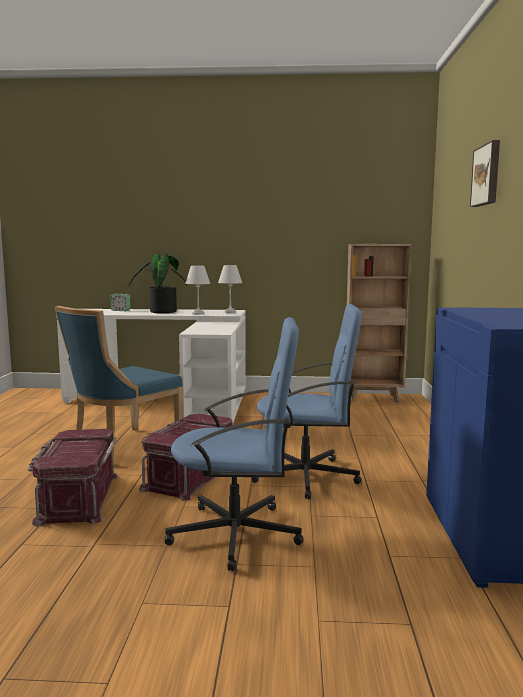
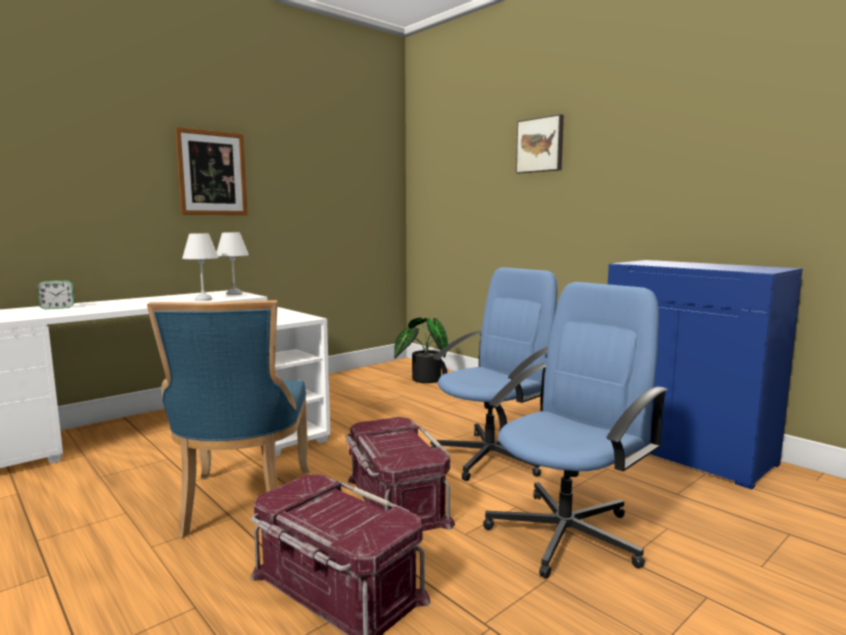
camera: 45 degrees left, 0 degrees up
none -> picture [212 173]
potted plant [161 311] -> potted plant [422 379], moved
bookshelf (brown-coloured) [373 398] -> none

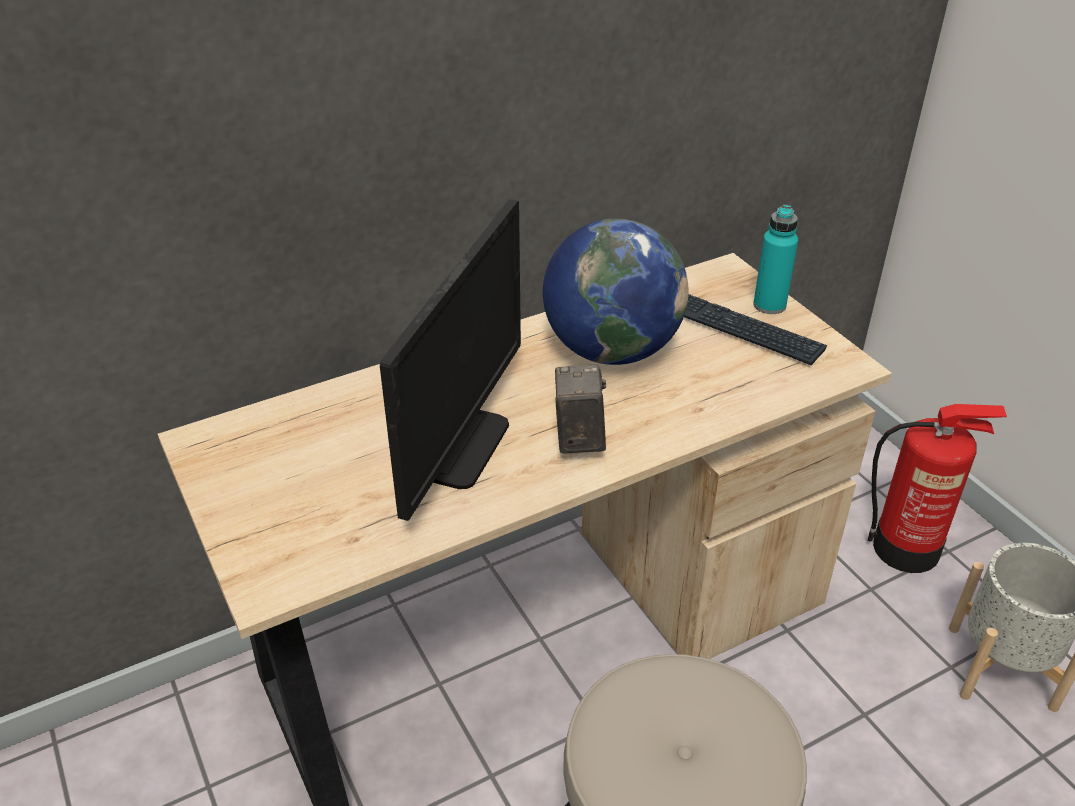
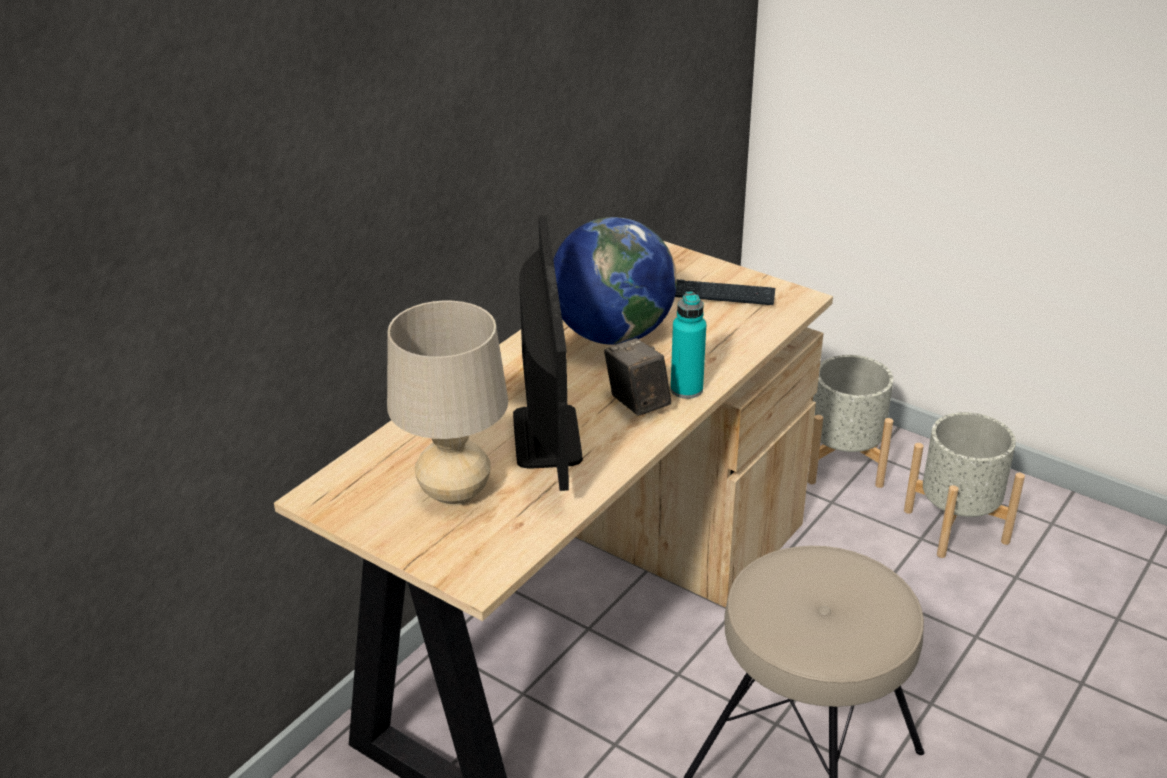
camera: 25 degrees left, 5 degrees down
none -> lamp for a table (beige-coloured) [455 493]
beverage bottle (blue-green) [769 305] -> beverage bottle (blue-green) [686 389], moved
extinguisher [907 548] -> plant pot (grey) [842 463]

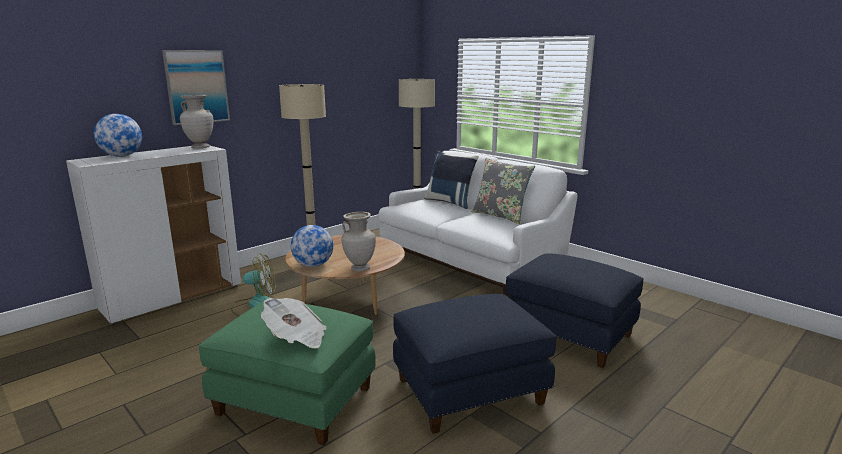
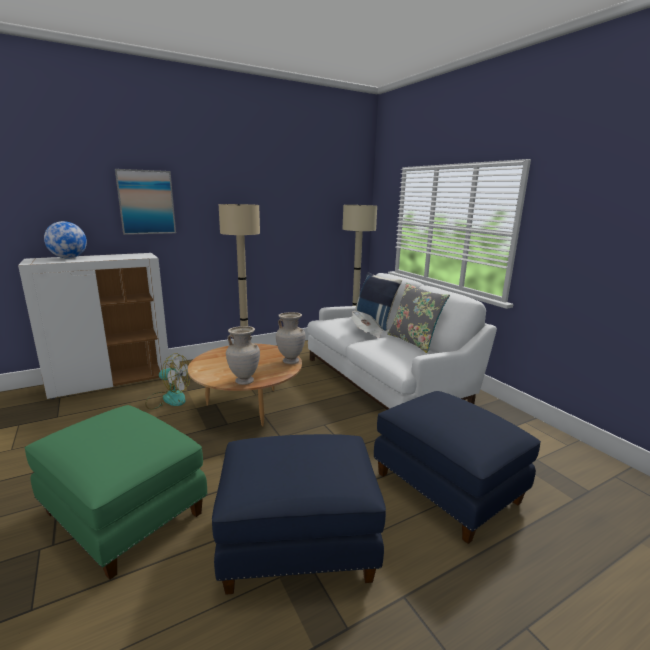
camera: 15 degrees right, 0 degrees up
flower vase (beige-coloured) [200 147] -> flower vase (beige-coloured) [291 361], moved
printed paper [296 337] -> printed paper [367 332], moved
globe [313 265] -> none

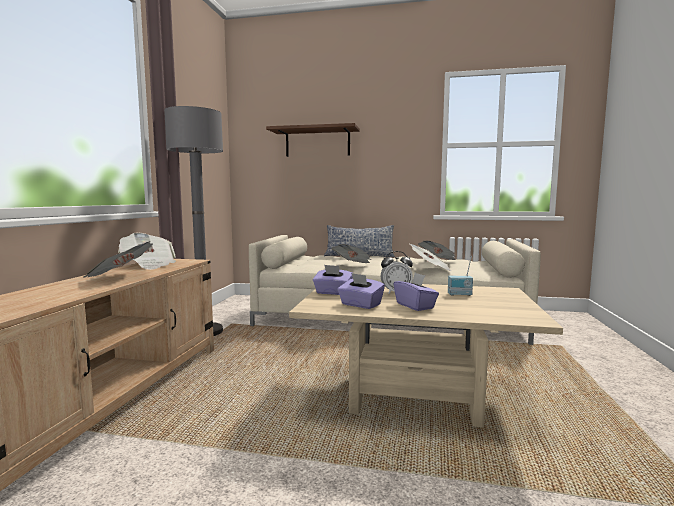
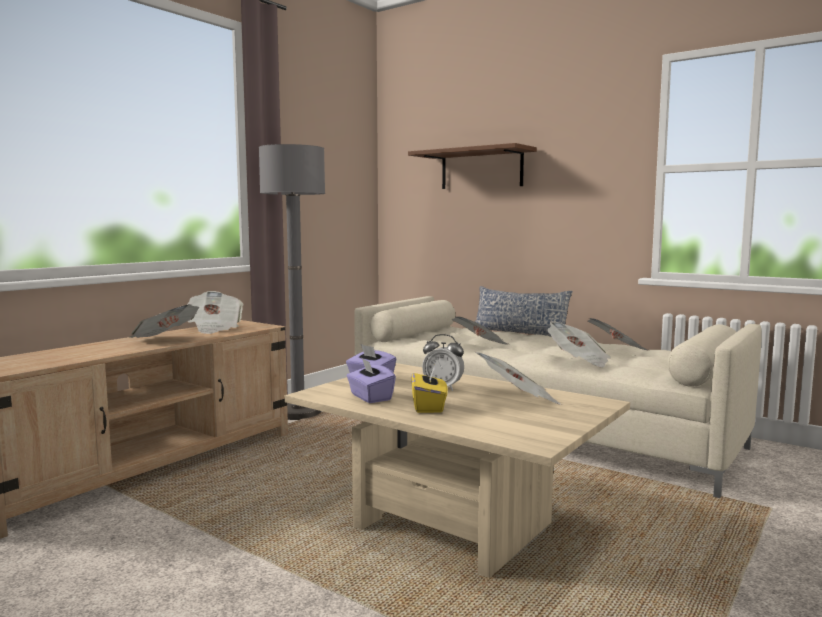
camera: 25 degrees right, 0 degrees up
tissue holder (purple) [415 306] -> tissue holder (yellow-coloured) [429 407]
radio receiver [460 294] -> printed paper [518 400]

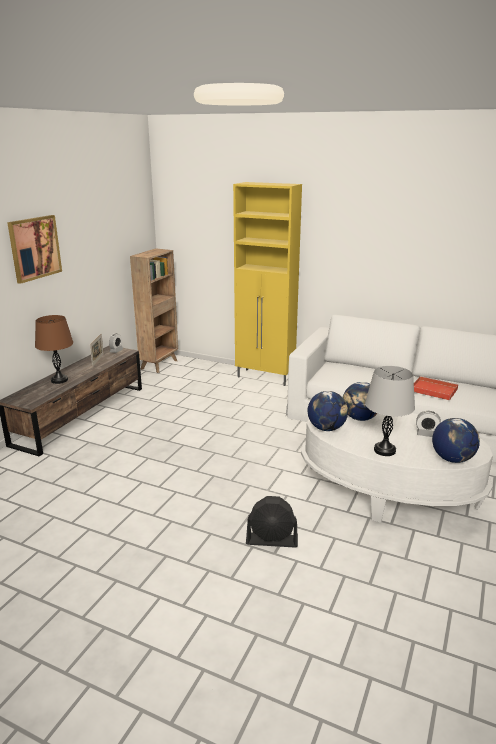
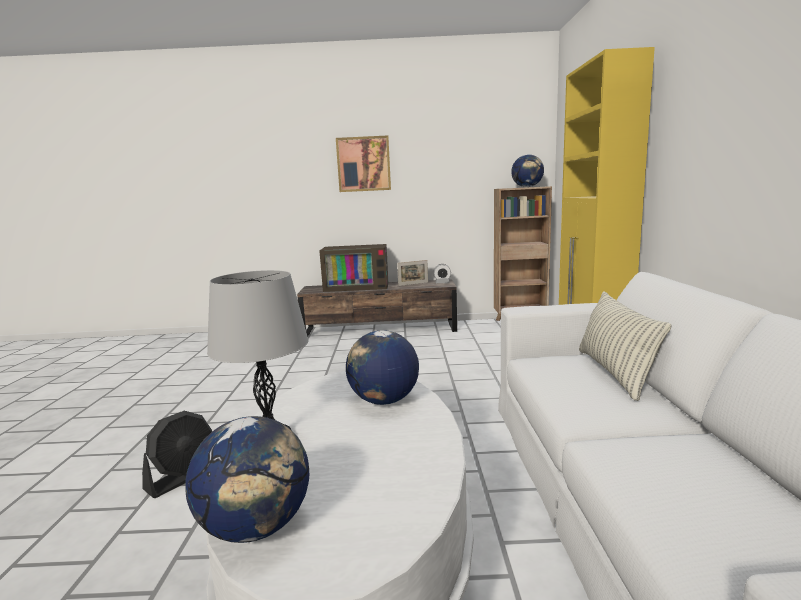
camera: 65 degrees right, 10 degrees down
fan (blackish) [272 540] -> fan (blackish) [184 477], 120 degrees counterclockwise
lamp for a table (brown-coloured) [59 380] -> television [357 286]
globe [326 428] -> globe [527 187], moved
none -> throw pillow [614 372]
tray (reddish) [433 390] -> none
bedside clock [426 434] -> none

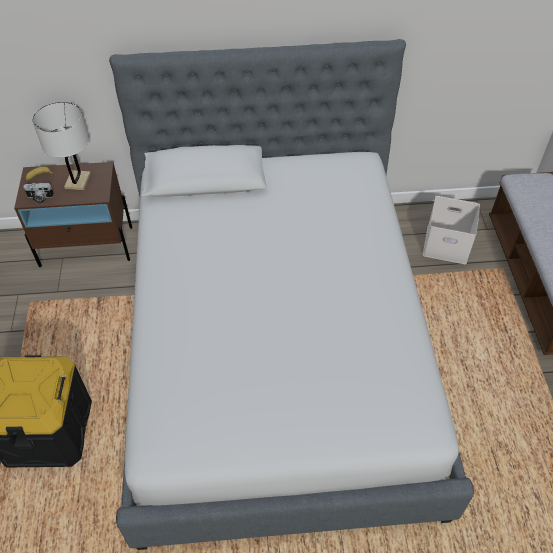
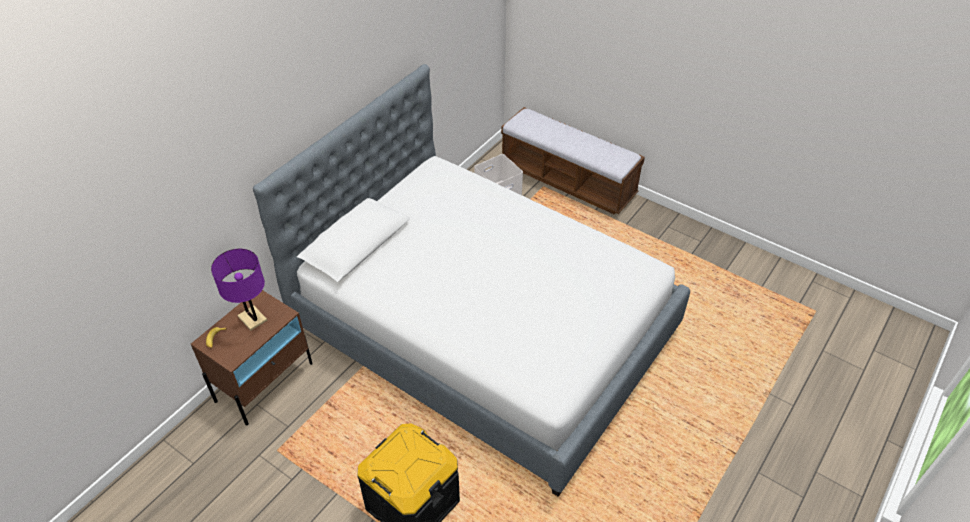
camera: 50 degrees left, 5 degrees down
lamp for a table (white) [77 181] -> lamp for a table (purple) [252 318]
still camera [40 198] -> none

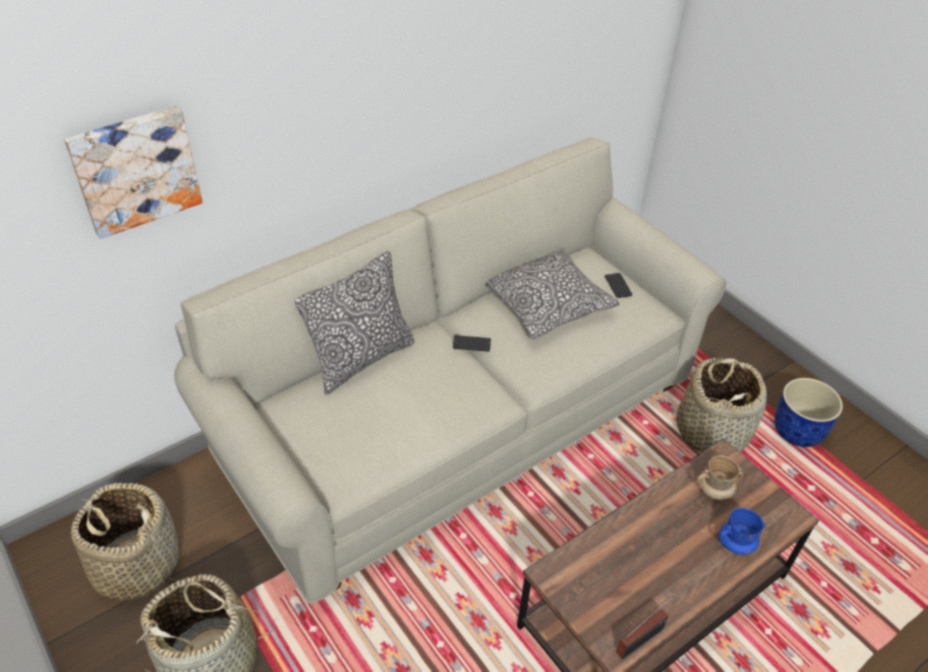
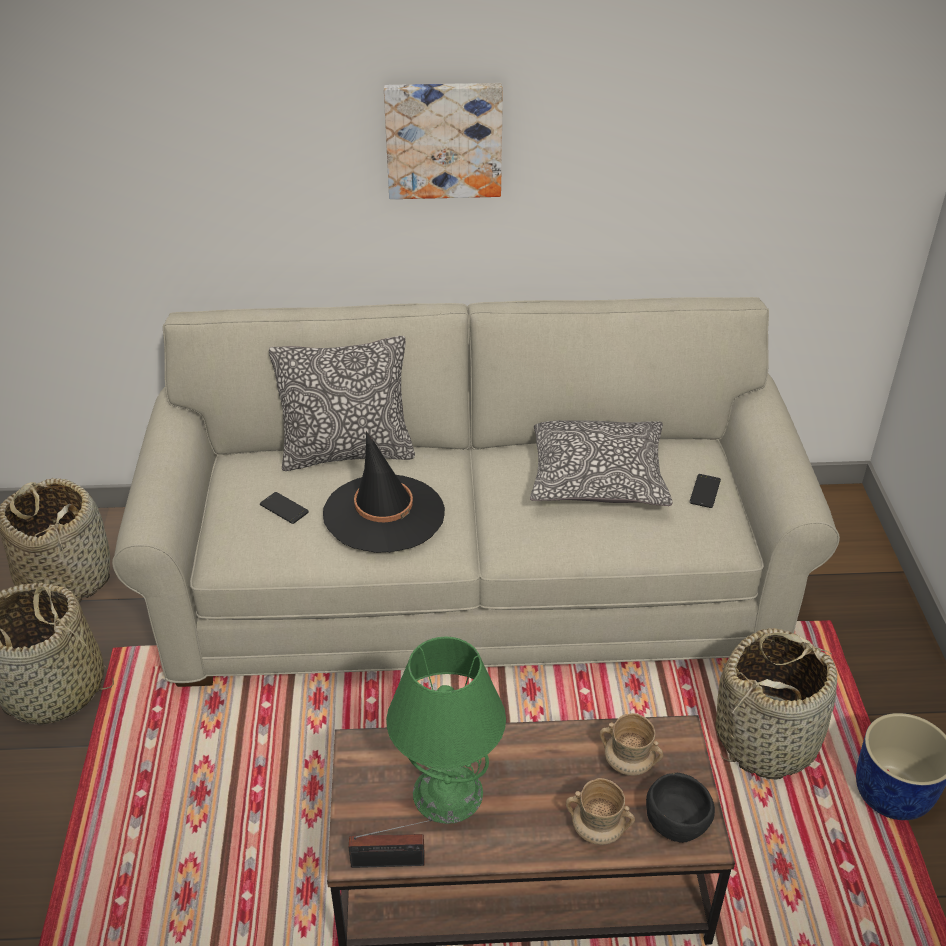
camera: 35 degrees right, 5 degrees down
phone [471 344] -> phone [284 508], moved
none -> wearable hat (blackish) [384 513]
picture [135 169] -> picture [443 139], moved
none -> lamp for a table (green-coloured) [447 793]
mug (bluish) [735 544] -> mug (beige-coloured) [597 830]
none -> serving bowl (blackish) [677 818]

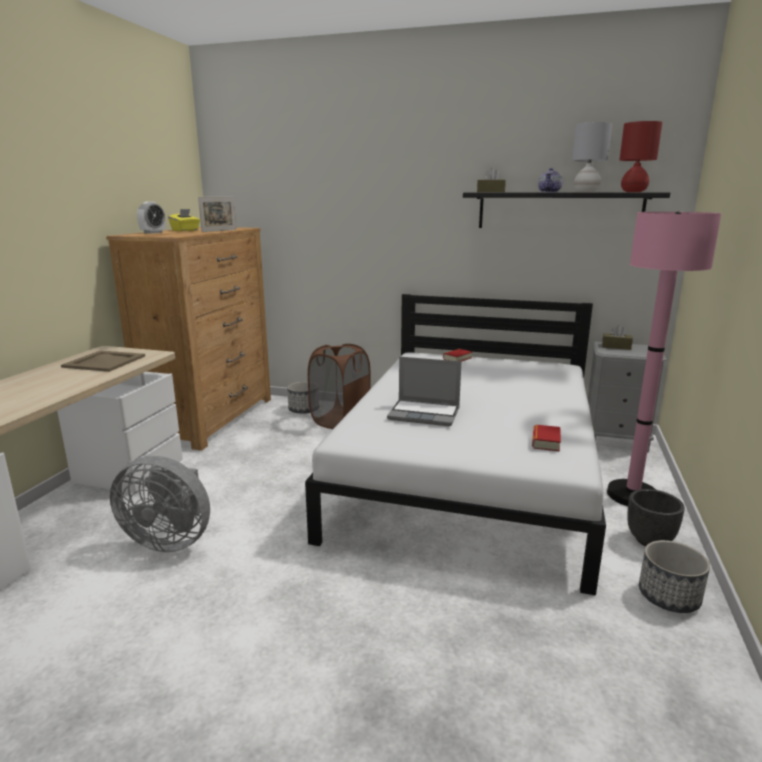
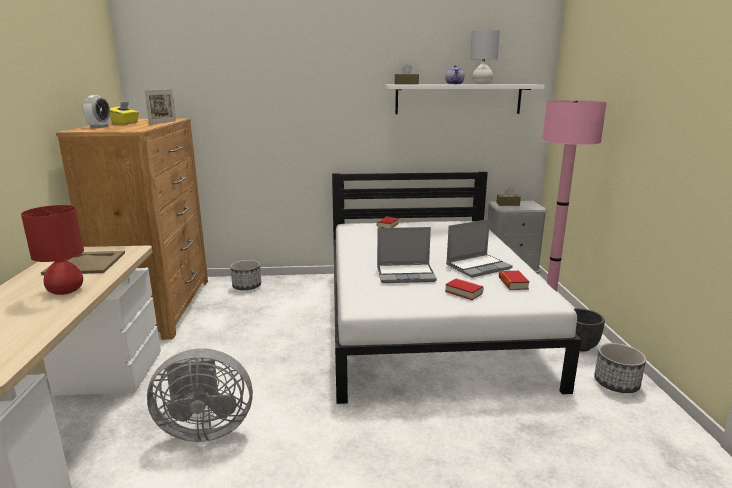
camera: 20 degrees left, 0 degrees up
lamp for a table (reddish) [633 192] -> lamp for a table (reddish) [65 291], moved
wall shelf (blackish) [559 211] -> wall shelf (white) [458 99]
none -> volume [464 292]
none -> notebook computer [478 266]
laundry basket (brown-coloured) [340 420] -> none

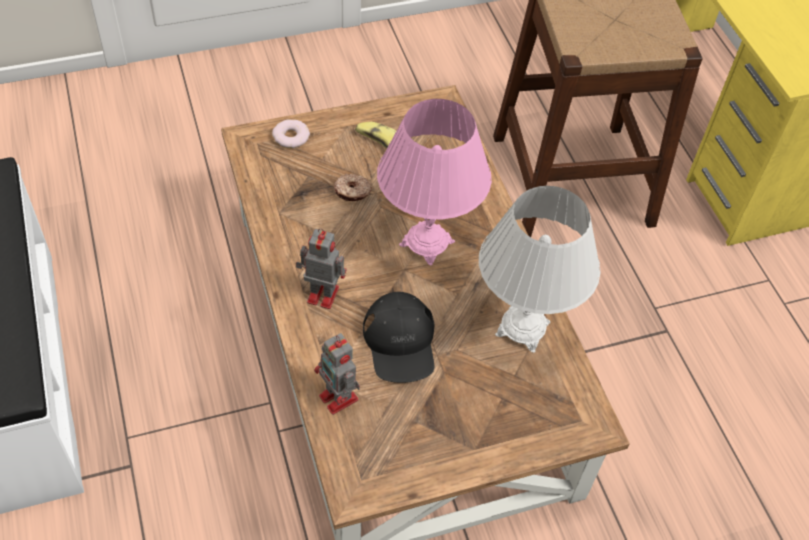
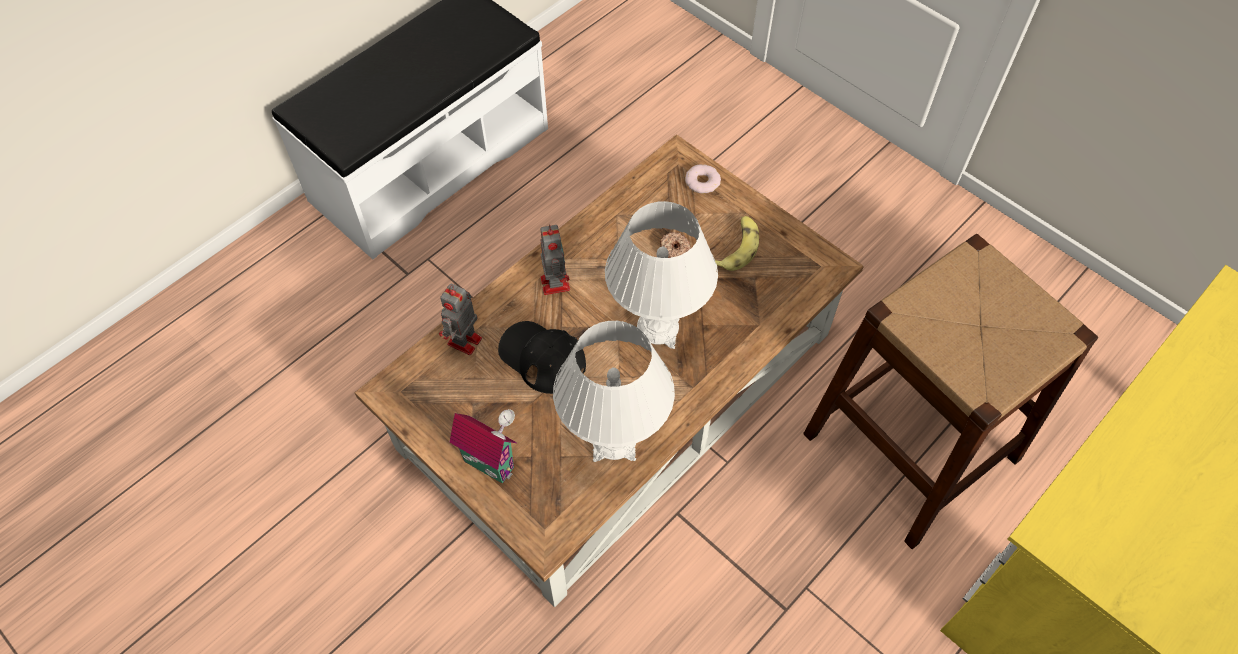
camera: 65 degrees right, 5 degrees up
none -> model house [491 462]
peaked cap (blackish) [400 342] -> peaked cap (blackish) [542 358], 75 degrees clockwise
lamp for a table (pinkish) [427 243] -> lamp for a table (white) [658 329]

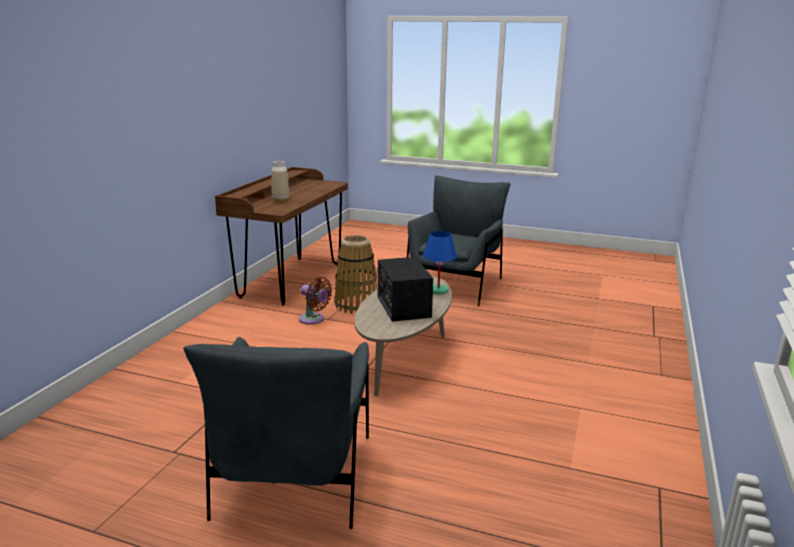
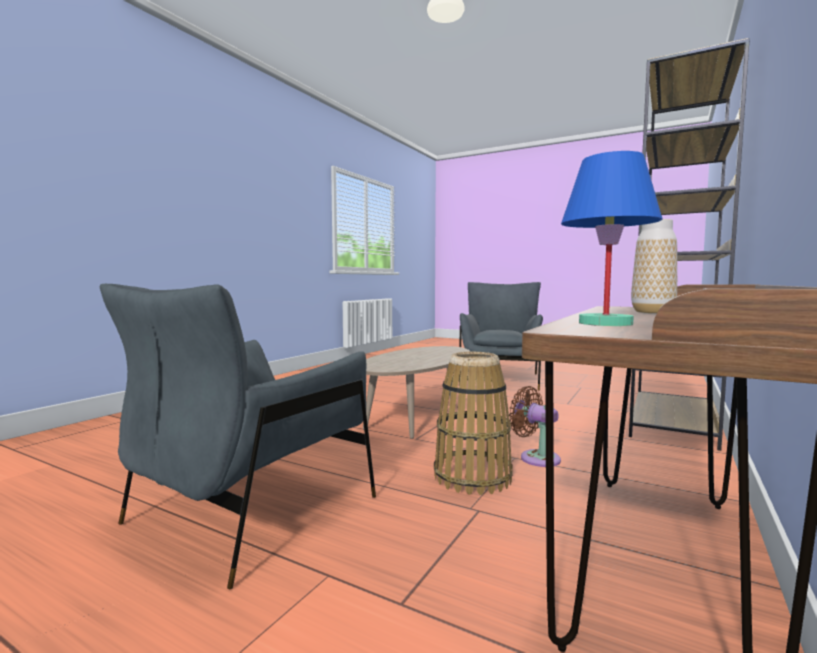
camera: 170 degrees left, 15 degrees down
lamp for a table (bluish) [439 291] -> lamp for a table (bluish) [604 323], moved
none -> bookshelf (brown-coloured) [673 423]
radio receiver [403 306] -> none

